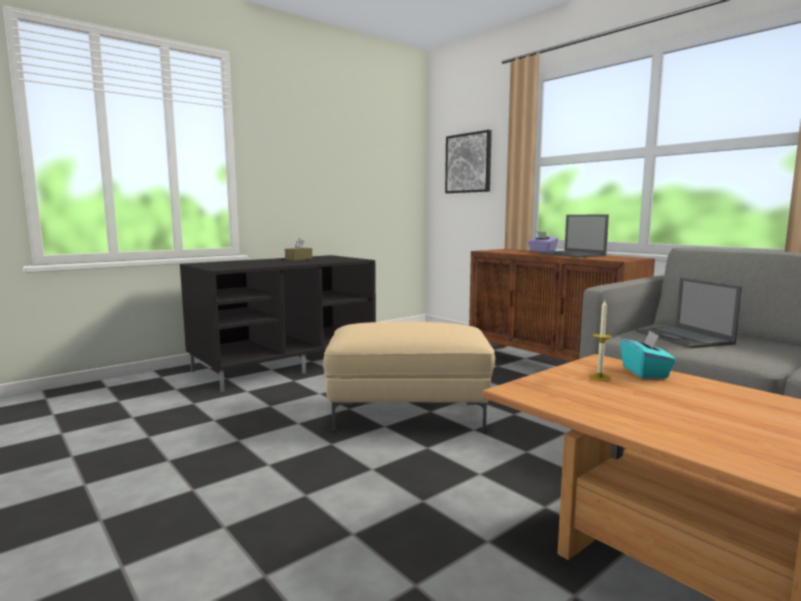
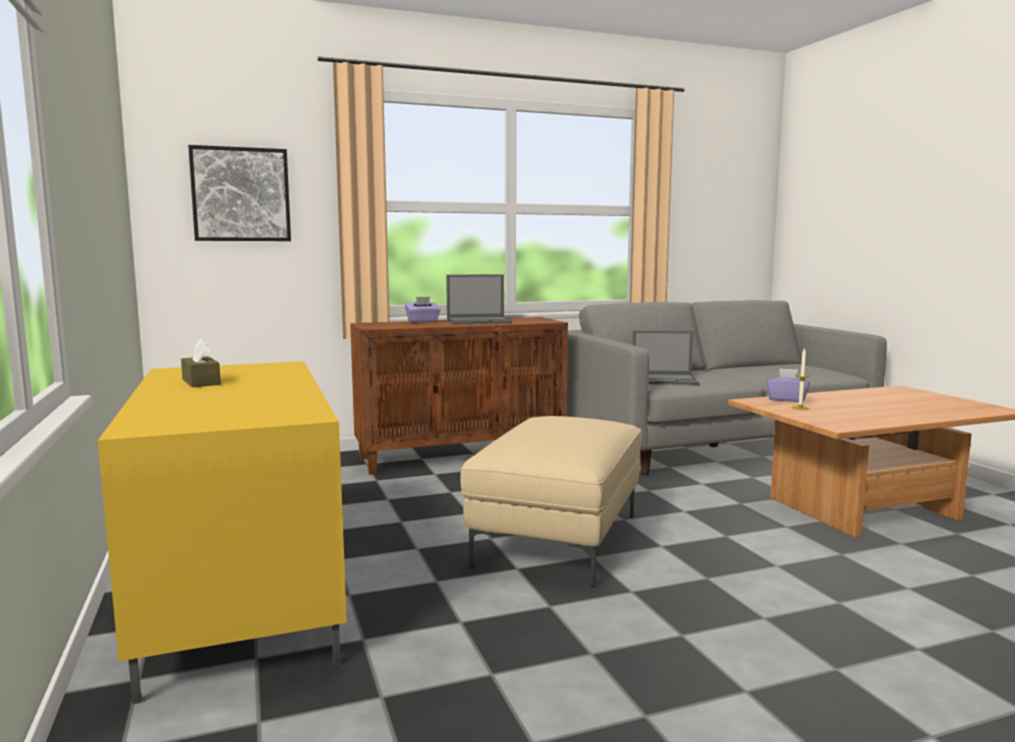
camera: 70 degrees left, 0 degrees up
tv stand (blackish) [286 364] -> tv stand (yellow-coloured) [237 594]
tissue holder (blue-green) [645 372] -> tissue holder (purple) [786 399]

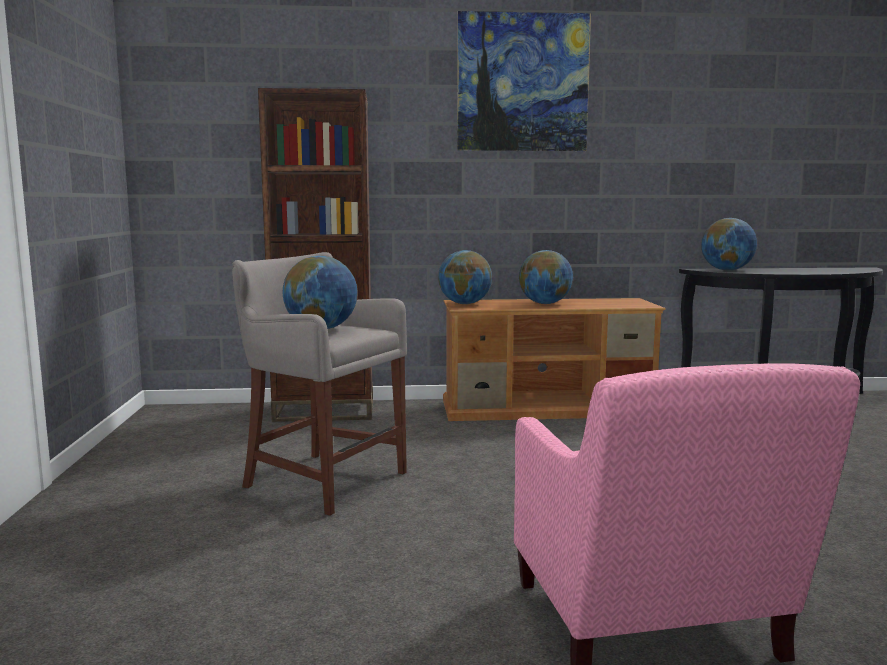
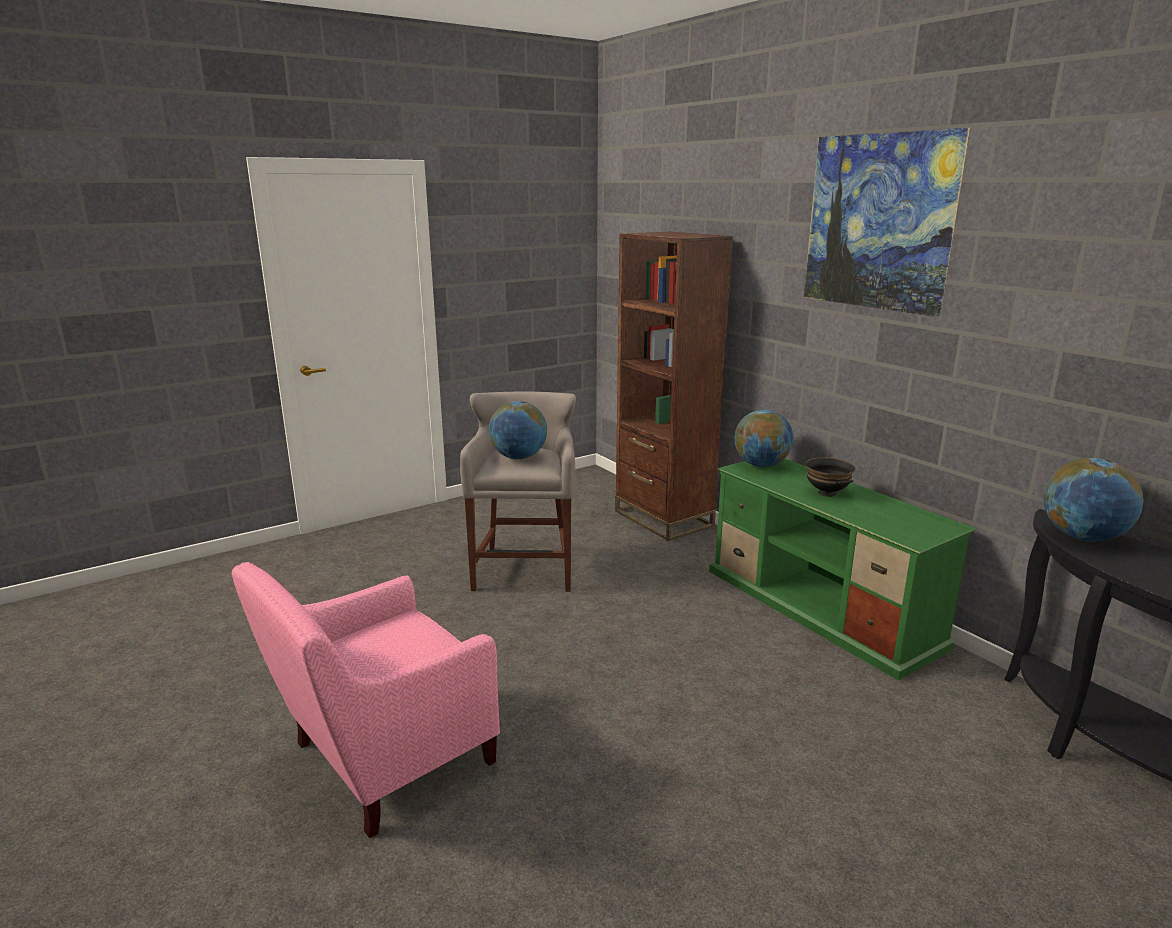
camera: 60 degrees right, 10 degrees up
tv stand (brown-coloured) [549 408] -> tv stand (green-coloured) [822 607]
globe [545 303] -> serving bowl (blackish) [826 493]

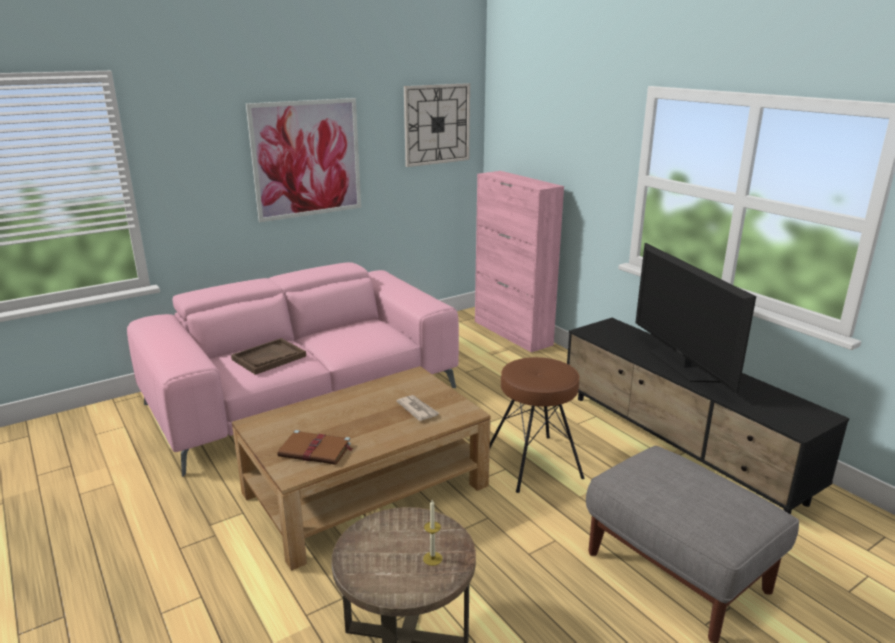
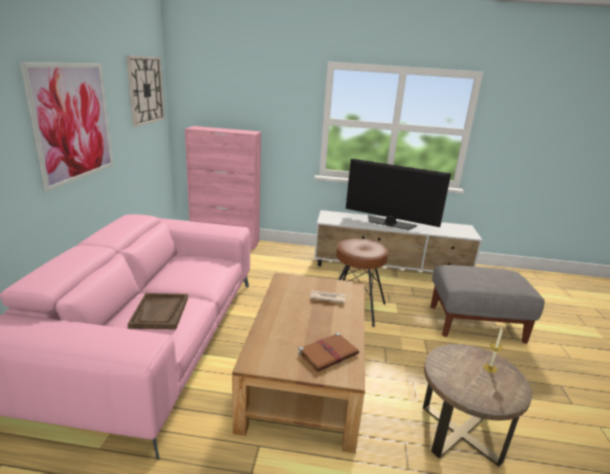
camera: 50 degrees left, 0 degrees up
tv stand (blackish) [679 446] -> tv stand (white) [390 269]

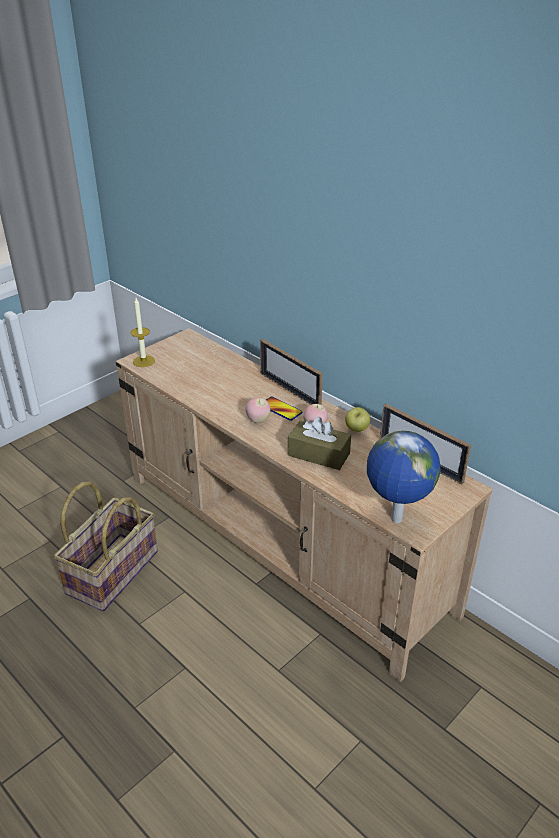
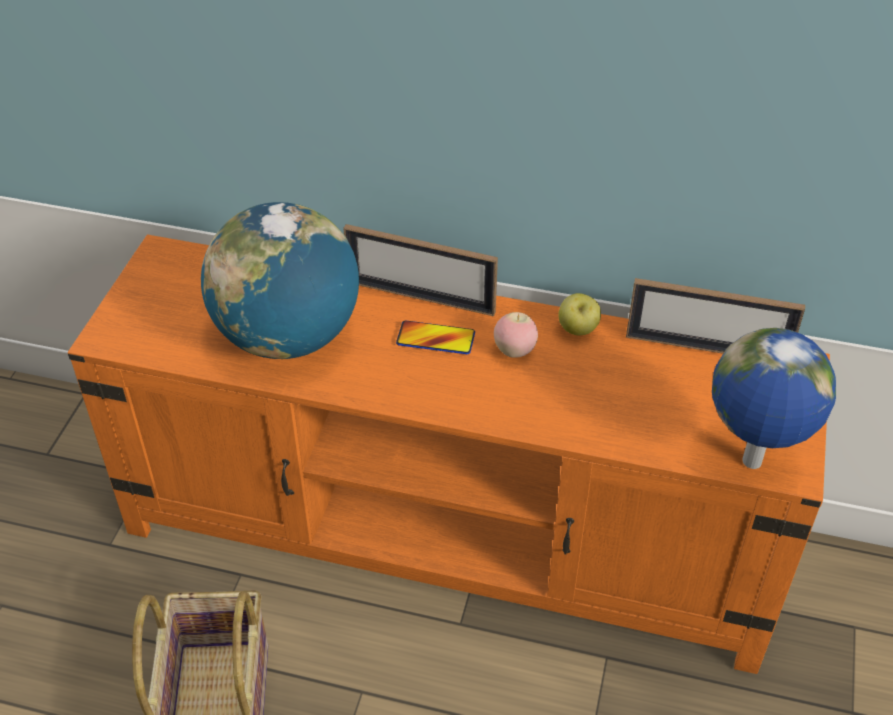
camera: 30 degrees left, 10 degrees up
tv stand (beige-coloured) [282 542] -> tv stand (orange-coloured) [450 535]
none -> globe [288 337]
candle [143 361] -> none
whole apple [258 420] -> none
tissue holder (brown-coloured) [318 454] -> none

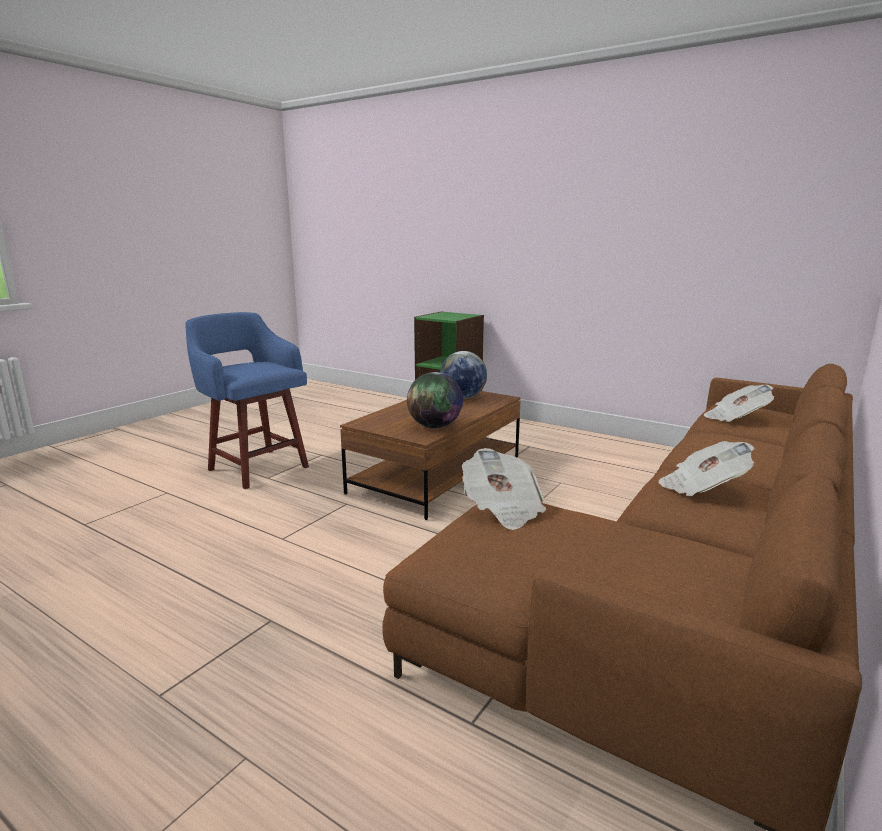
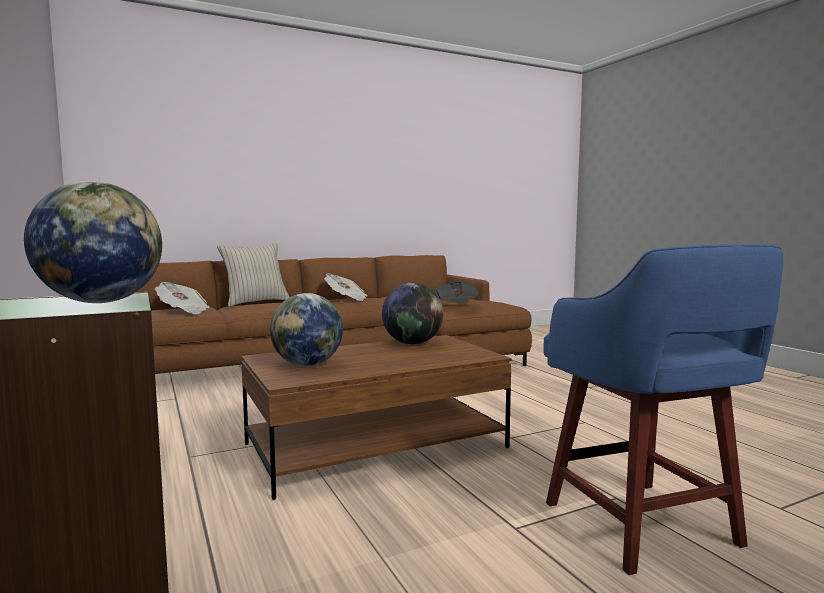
camera: 150 degrees left, 10 degrees down
none -> globe [101 302]
none -> throw pillow (beige-coloured) [255 303]

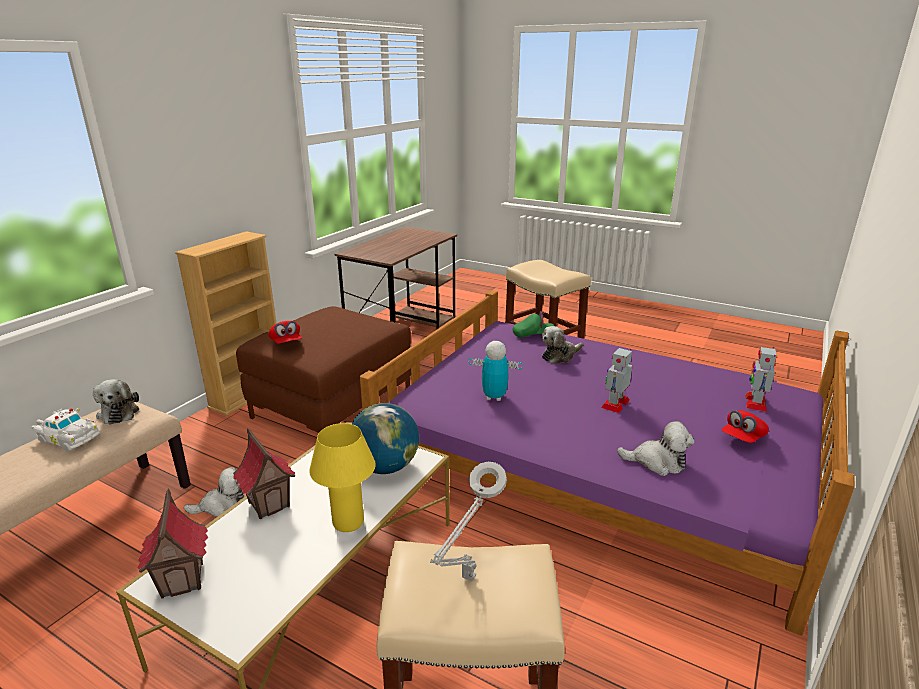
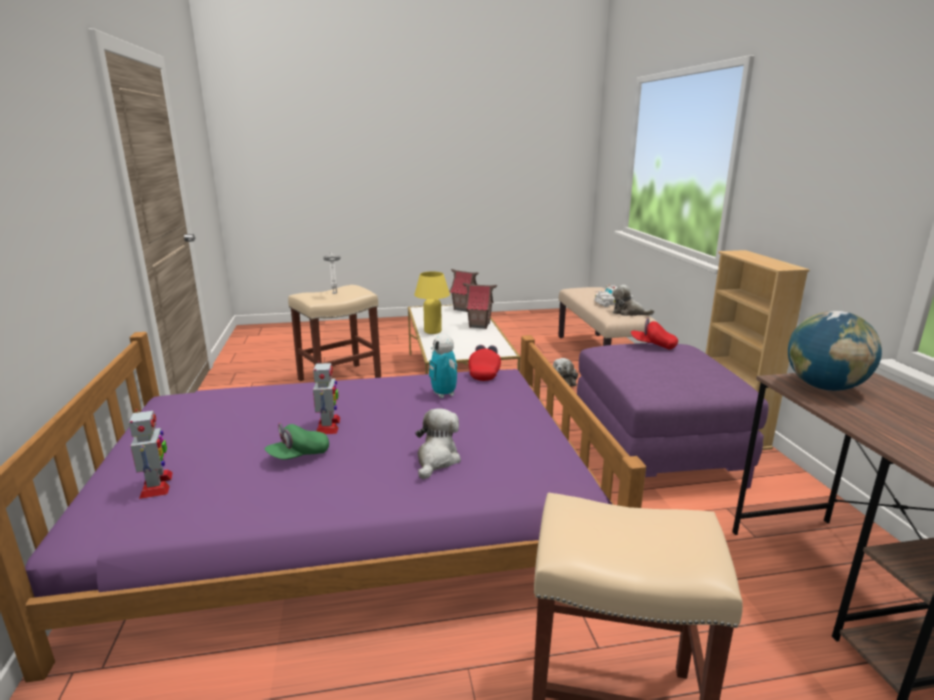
camera: 140 degrees right, 5 degrees down
peaked cap (green-coloured) [532 335] -> peaked cap (green-coloured) [298 456], moved
toy robot [494 397] -> toy robot [444 394], 90 degrees clockwise
peaked cap (reddish) [742 438] -> peaked cap (reddish) [484 373], moved
footrest (brown-coloured) [333 404] -> footrest (purple) [656 452]
globe [385 466] -> globe [824 387], moved
cuddly toy [657 462] -> none

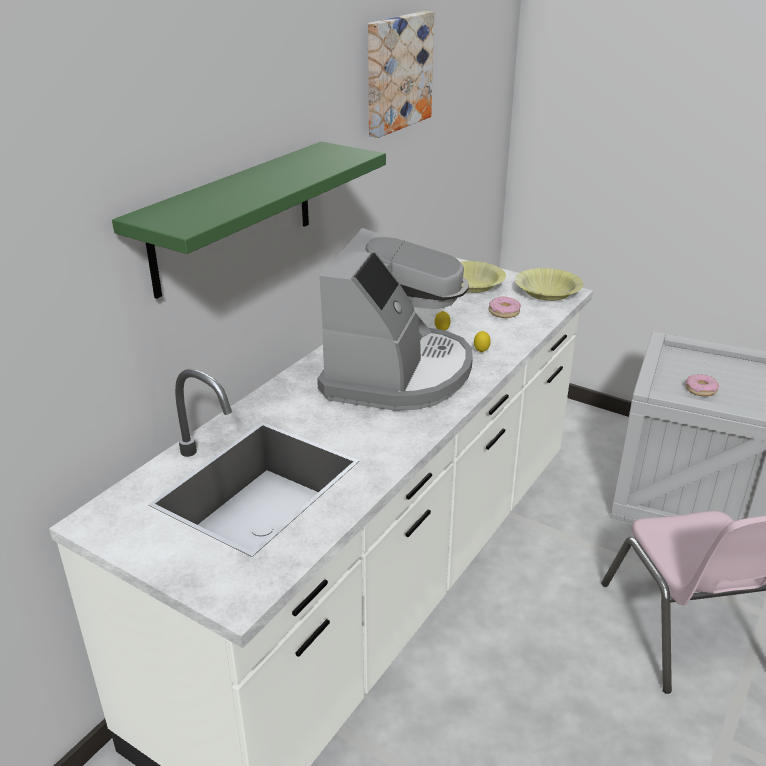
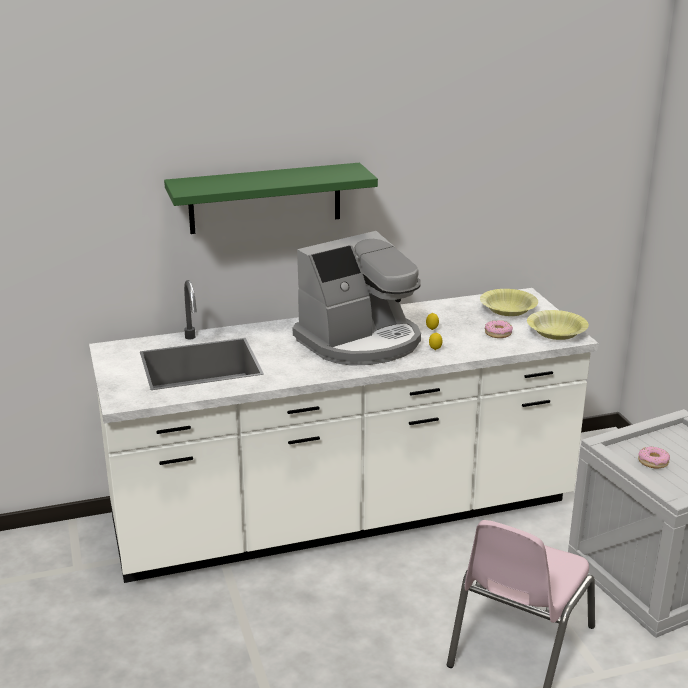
camera: 40 degrees right, 5 degrees down
picture [396 72] -> none

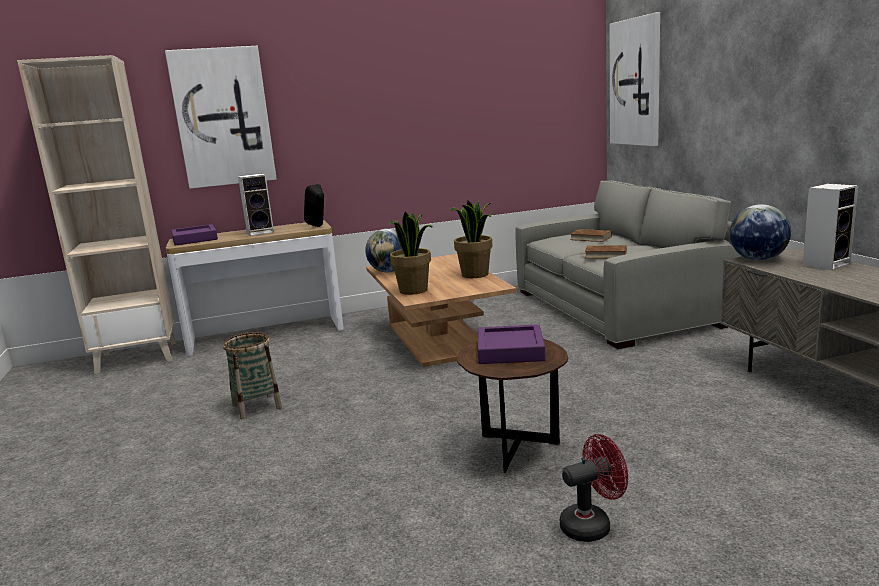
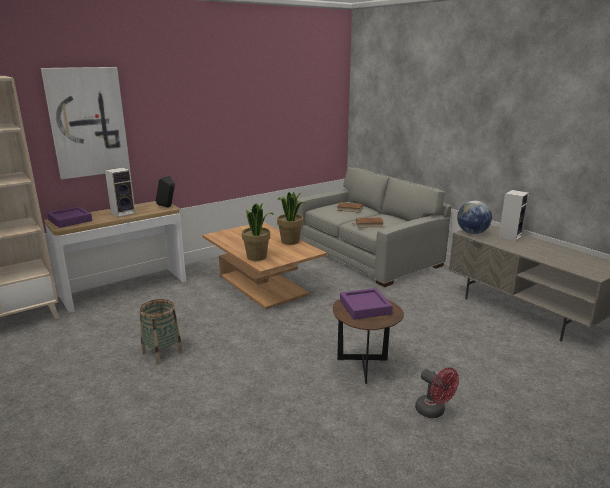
camera: 20 degrees left, 5 degrees up
fan (reddish) [592 525] -> fan (reddish) [434 412], 90 degrees clockwise
globe [389 271] -> none
picture [636 82] -> none

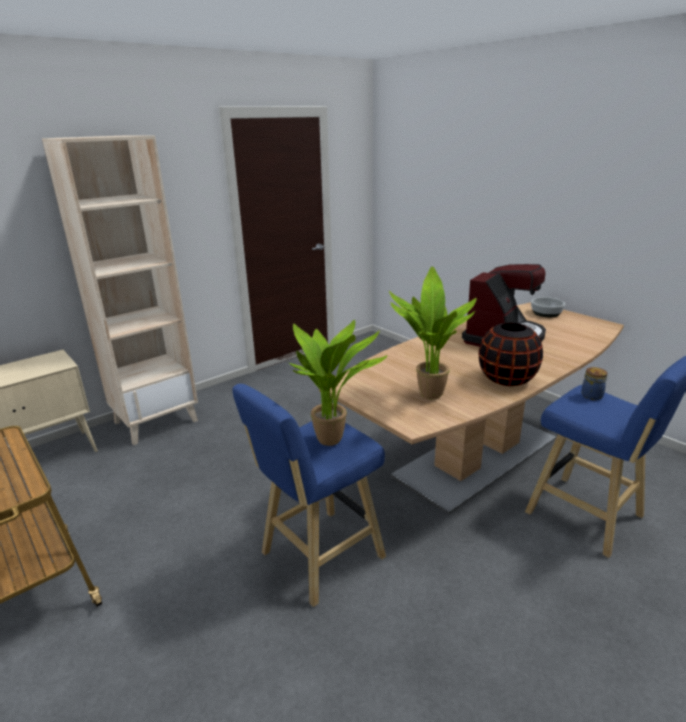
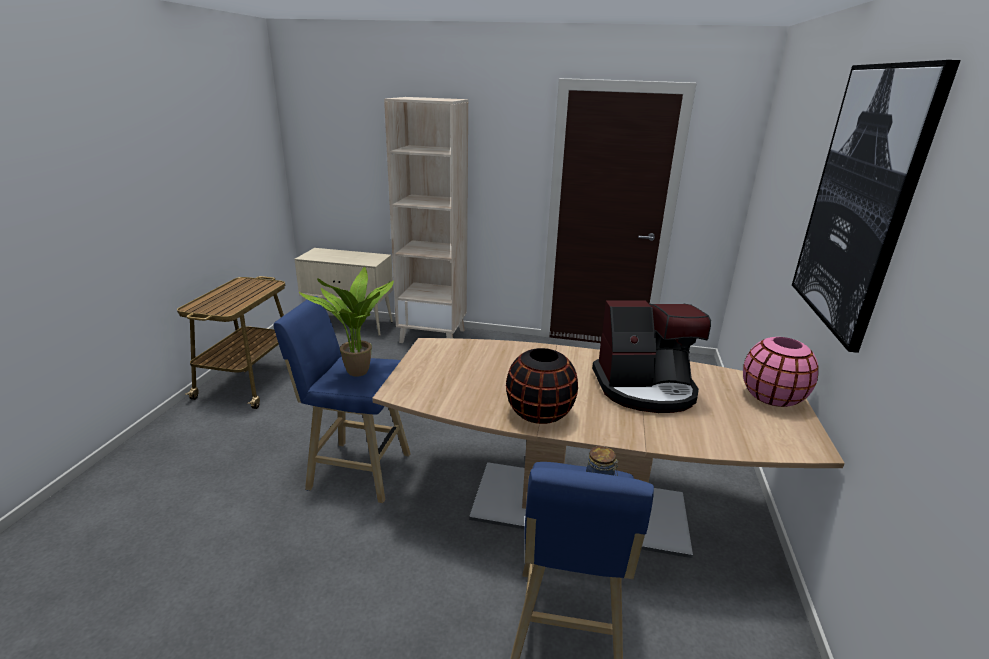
camera: 50 degrees right, 0 degrees up
serving bowl [546 313] -> flower vase (pinkish) [772 398]
none -> picture [860 200]
potted plant [427 394] -> none

